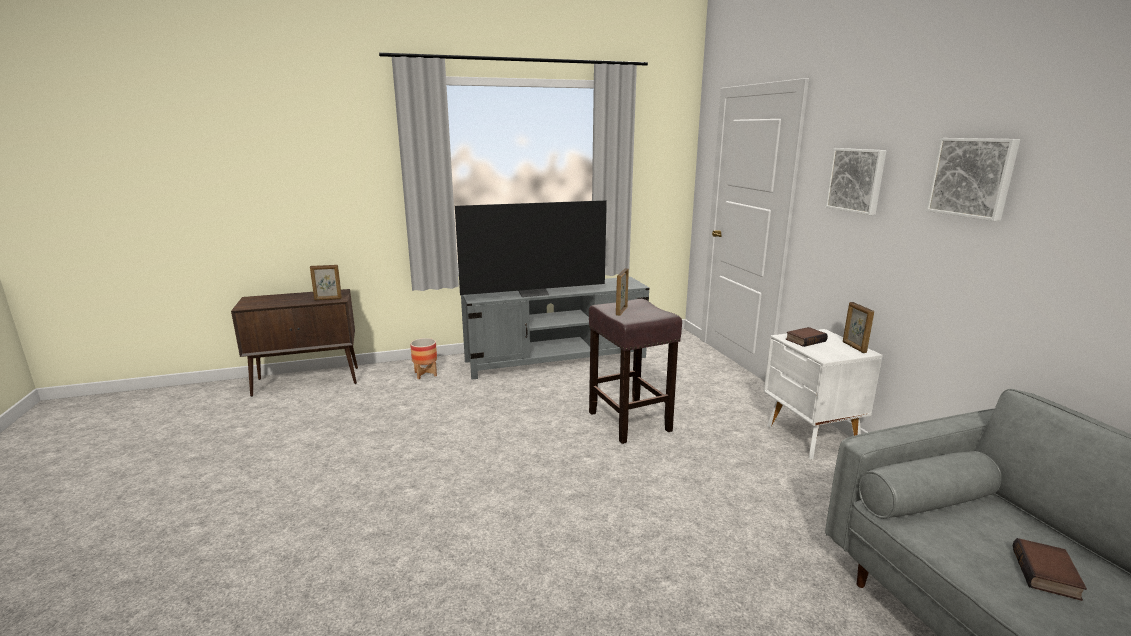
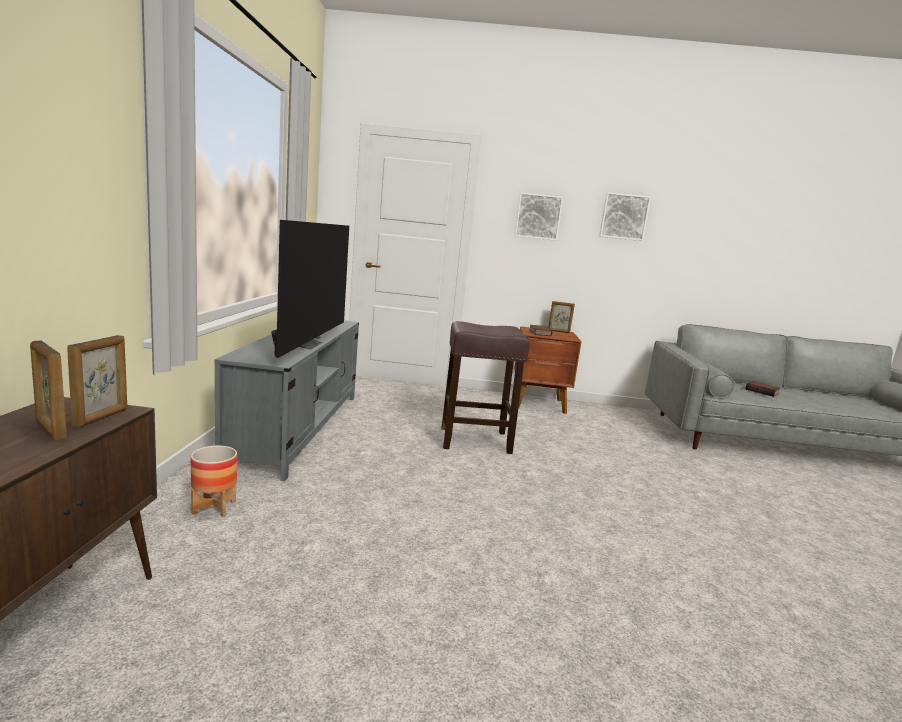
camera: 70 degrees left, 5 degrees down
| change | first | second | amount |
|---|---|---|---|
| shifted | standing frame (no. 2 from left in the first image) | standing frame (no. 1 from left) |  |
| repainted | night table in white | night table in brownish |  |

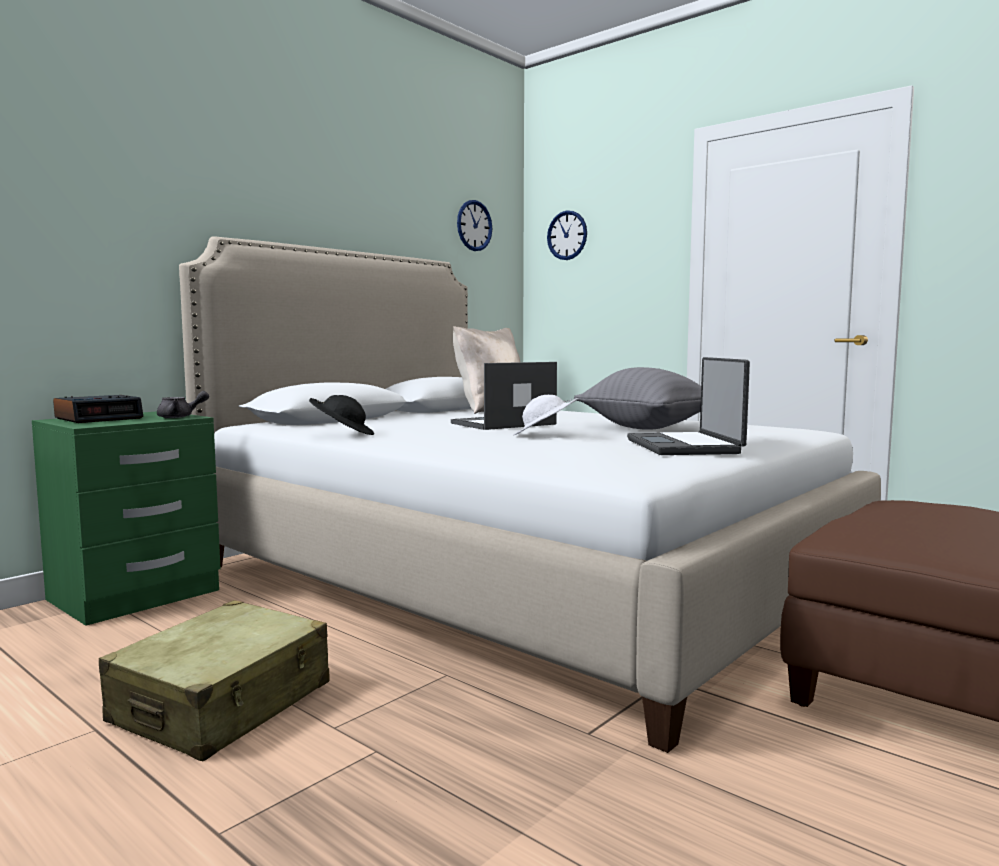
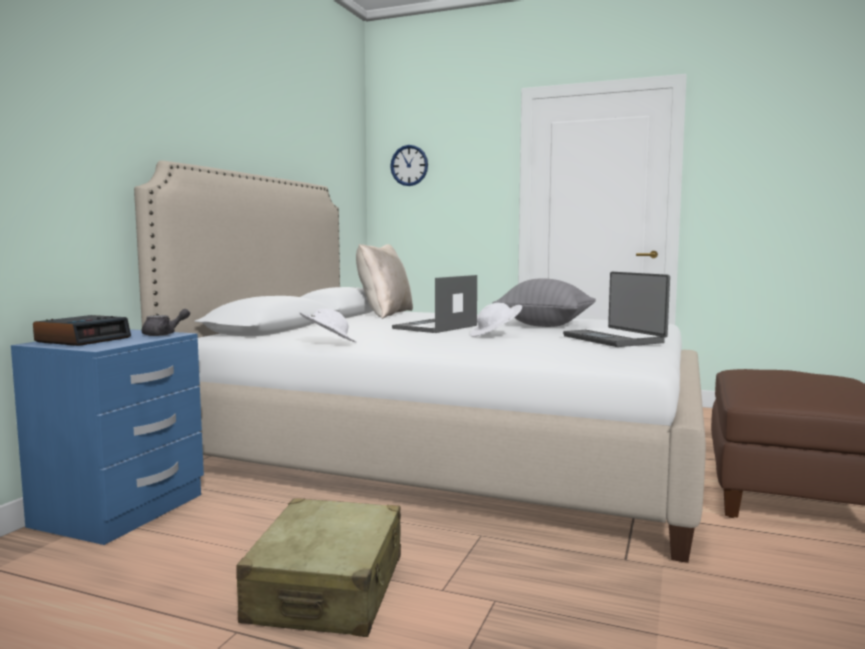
camera: 20 degrees left, 0 degrees up
| change | first | second | amount |
|---|---|---|---|
| gone | wall clock (no. 1 from left) |  |  |
| repainted | hat in black-coloured | hat in white (no. 1 from left) |  |
| repainted | night table in greenish | night table in bluish |  |

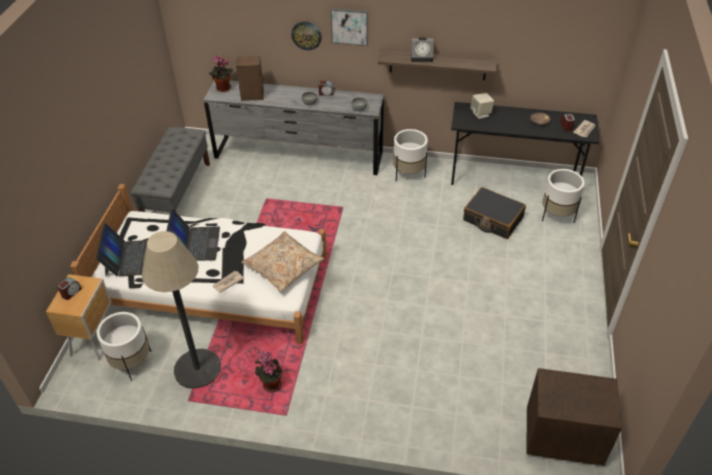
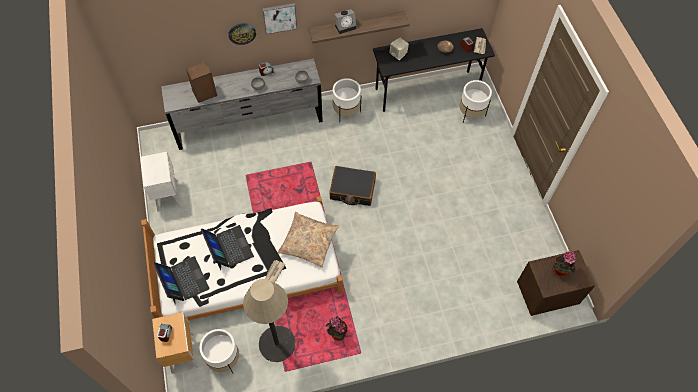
camera: 25 degrees left, 15 degrees up
| change | first | second | amount |
|---|---|---|---|
| shifted | potted plant (no. 1 from left in the first image) | potted plant (no. 2 from left) |  |
| swapped | indoor bench in greyish | night table in white |  |
| shifted | travel case in black-coloured |  |  |

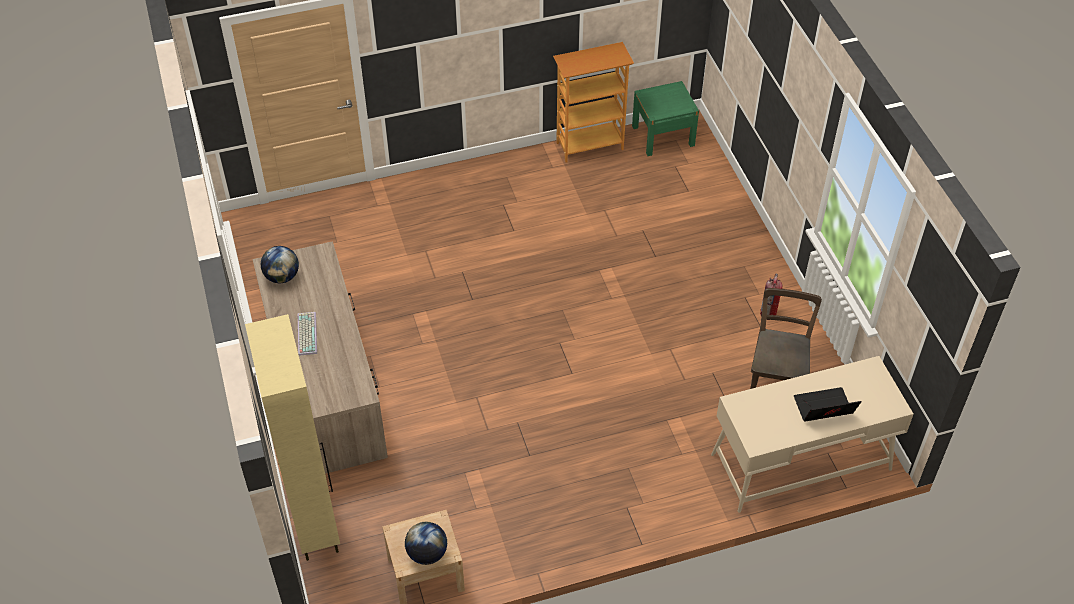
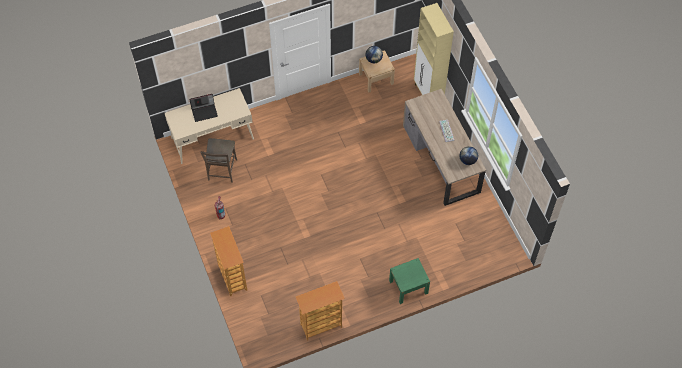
camera: 175 degrees right, 10 degrees up
| change | first | second | amount |
|---|---|---|---|
| shifted | night table in greenish |  |  |
| new |  | bookcase (no. 1 from left) |  |

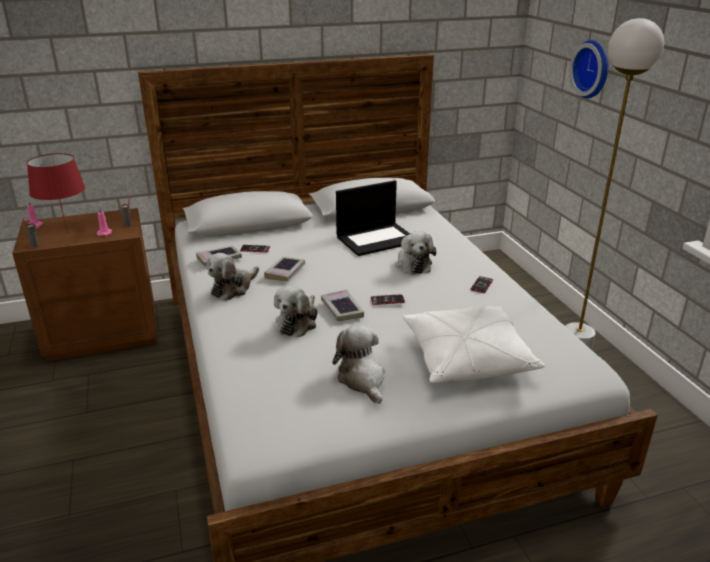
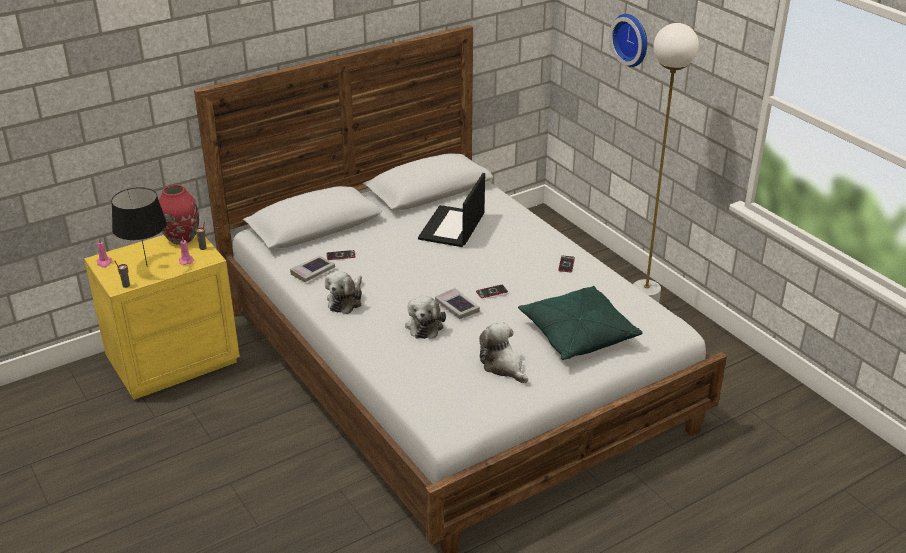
camera: 15 degrees left, 5 degrees up
| change | first | second | amount |
|---|---|---|---|
| repainted | lamp for a table in red | lamp for a table in black-coloured |  |
| rotated | laptop |  | 150 degrees clockwise |
| repainted | night table in brownish | night table in yellow |  |
| gone | soft toy (no. 4 from left) |  |  |
| gone | book (no. 2 from left) |  |  |
| repainted | pillow in white | pillow in greenish |  |
| new |  | vase in red |  |

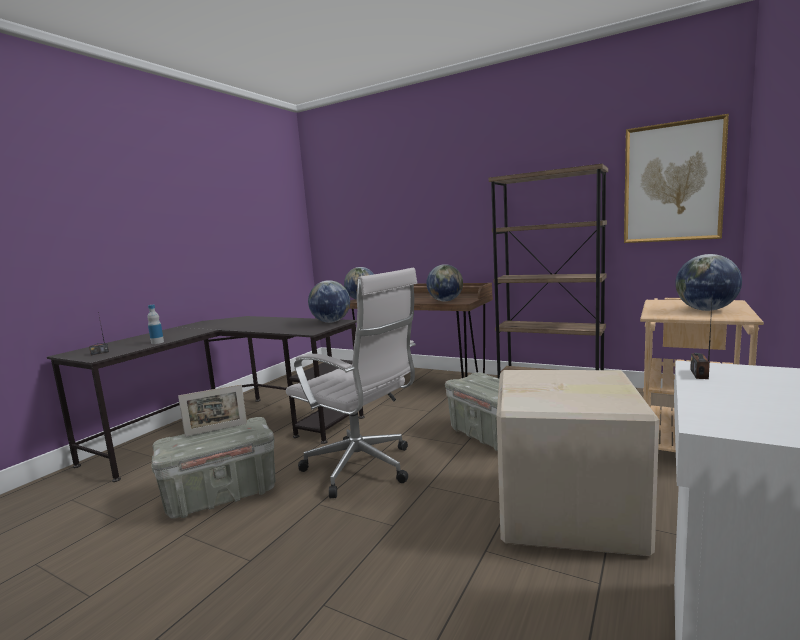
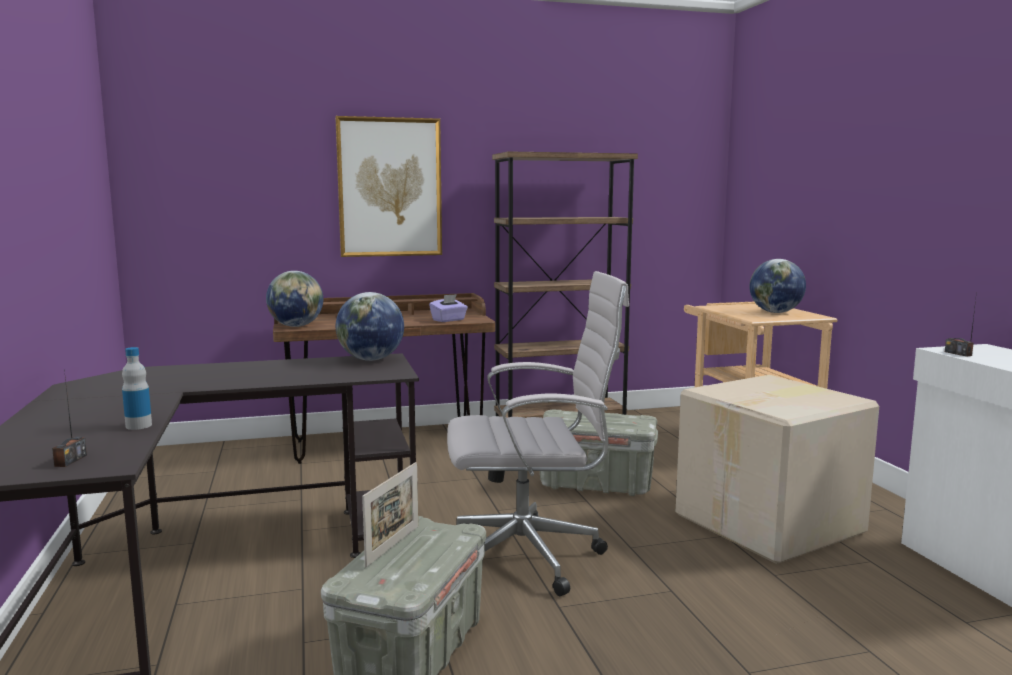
camera: 45 degrees left, 0 degrees up
| change | first | second | amount |
|---|---|---|---|
| shifted | picture |  |  |
| swapped | globe (no. 3 from left) | tissue holder in purple |  |

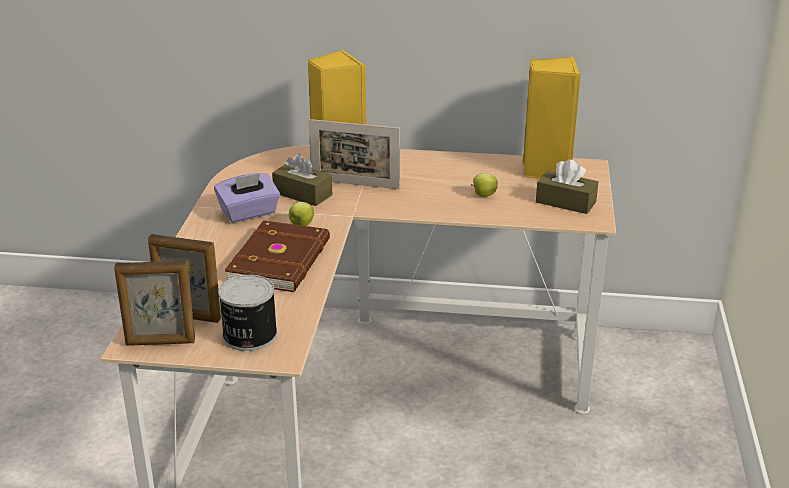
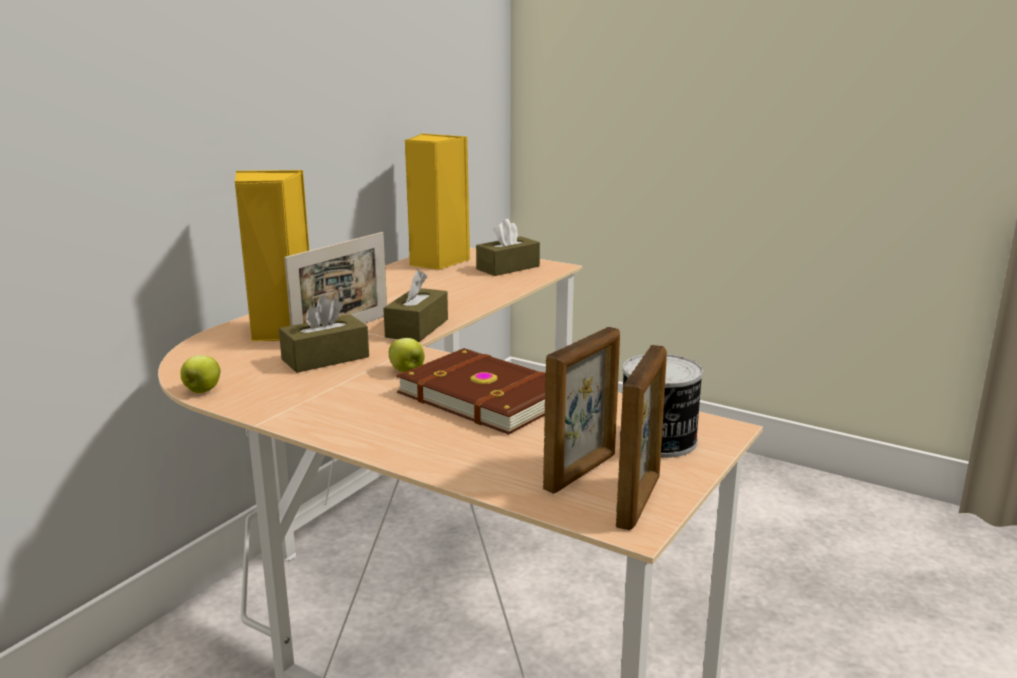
camera: 65 degrees left, 10 degrees down
| change | first | second | amount |
|---|---|---|---|
| gone | tissue holder in purple |  |  |
| shifted | whole apple (no. 2 from left in the first image) | whole apple (no. 1 from left) |  |
| new |  | tissue holder in brownish (no. 2 from left) |  |

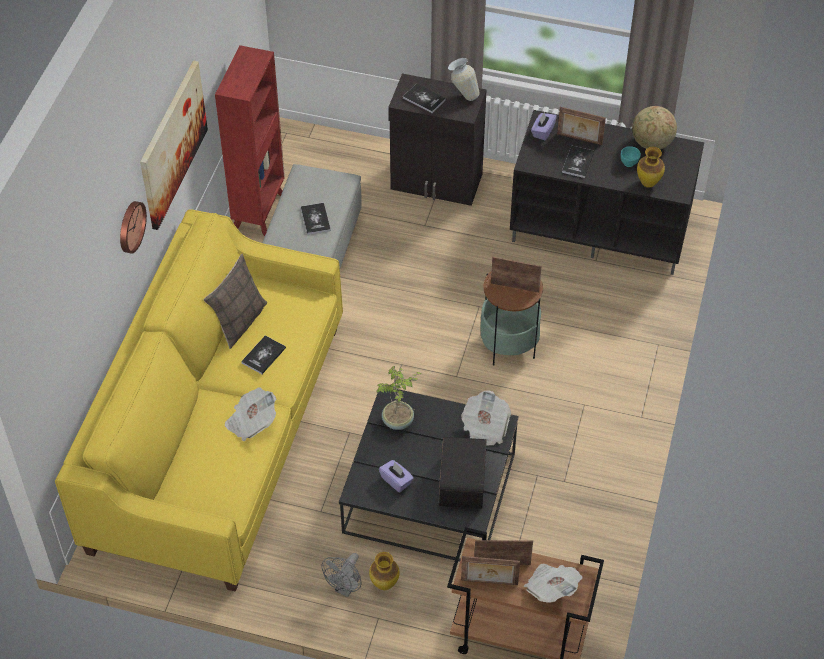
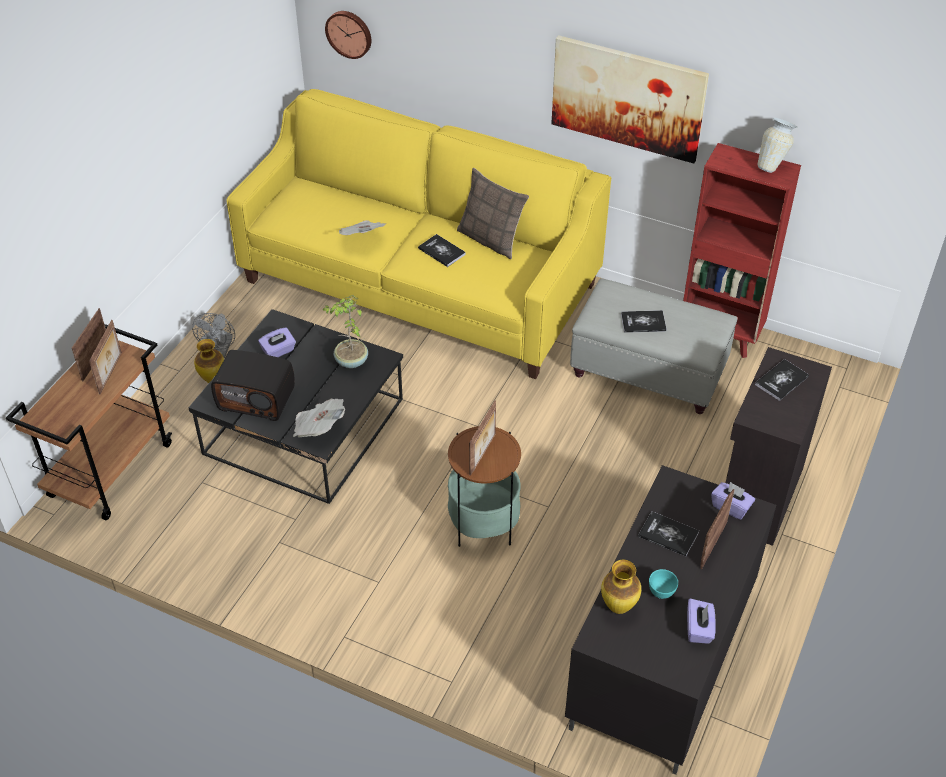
camera: 100 degrees right, 5 degrees down
| change | first | second | amount |
|---|---|---|---|
| shifted | vase (no. 2 from left in the first image) | vase (no. 3 from left) |  |
| swapped | globe | tissue holder in purple (no. 2 from left) |  |
| shifted | wall clock |  |  |
| rotated | fan in greyish |  | 120 degrees counterclockwise |
| gone | printed paper (no. 3 from left) |  |  |

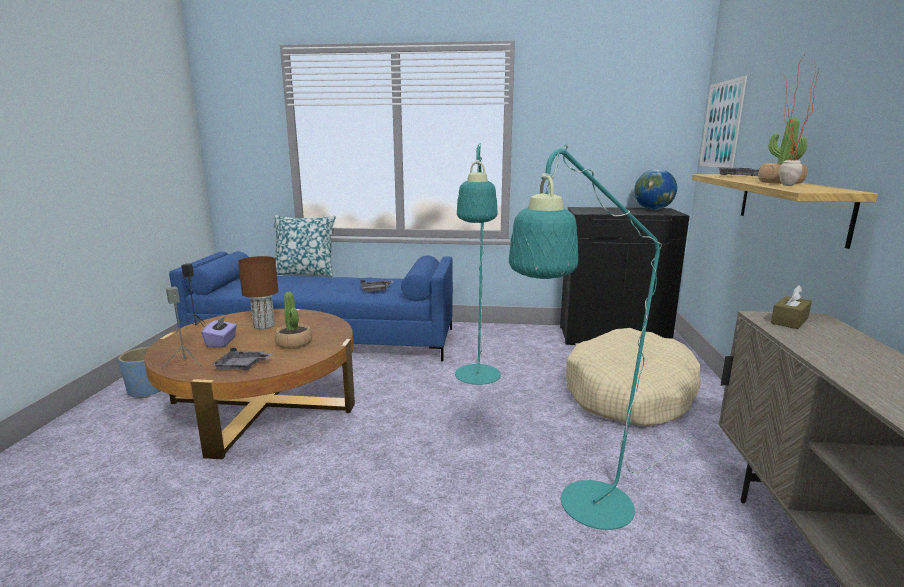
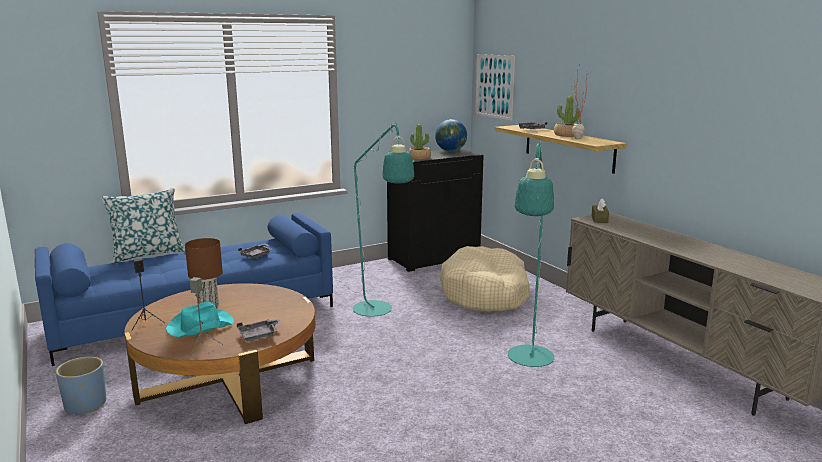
camera: 35 degrees left, 0 degrees up
| change | first | second | amount |
|---|---|---|---|
| shifted | potted plant (no. 1 from left) |  |  |
| swapped | tissue holder in purple | hat in turquoise |  |

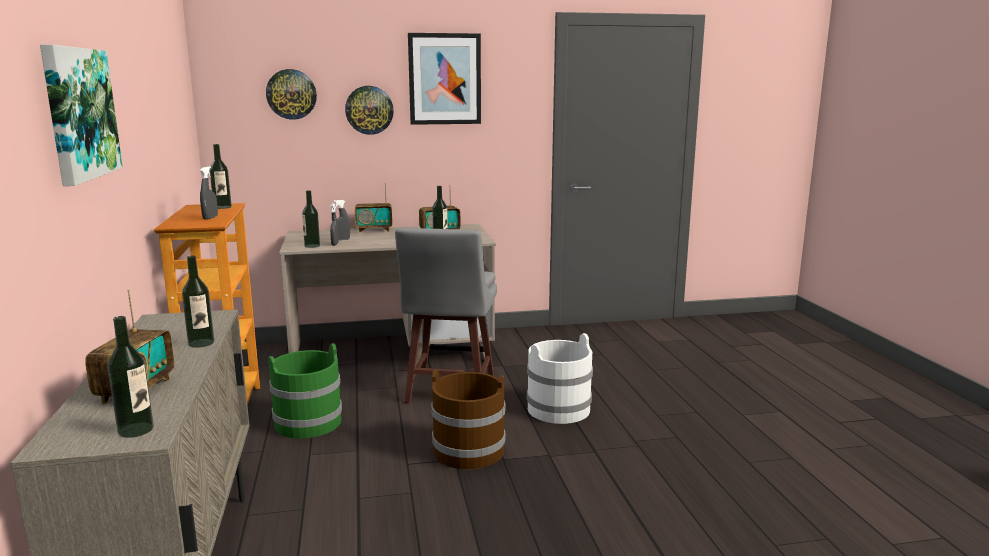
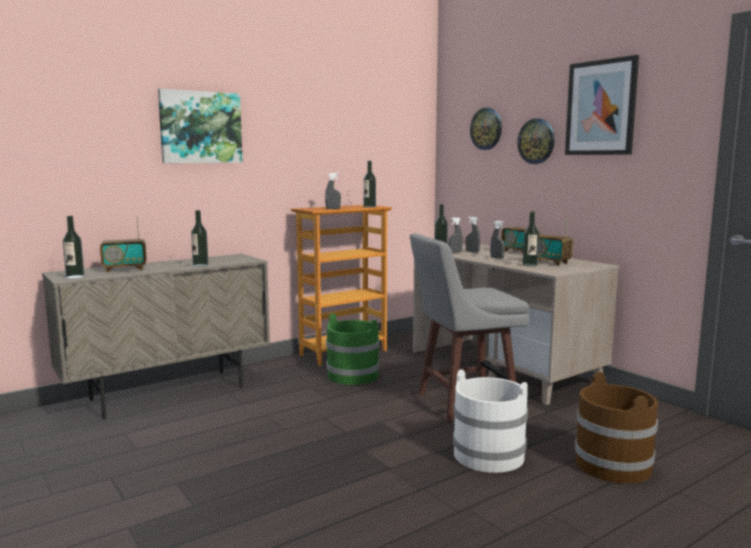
camera: 65 degrees right, 5 degrees down
| change | first | second | amount |
|---|---|---|---|
| shifted | water bucket in brownish |  |  |
| new |  | hand sprayer in greyish (no. 4 from left) |  |

